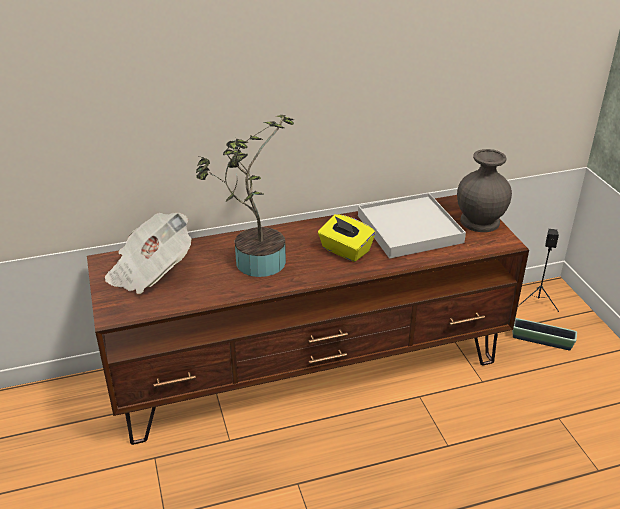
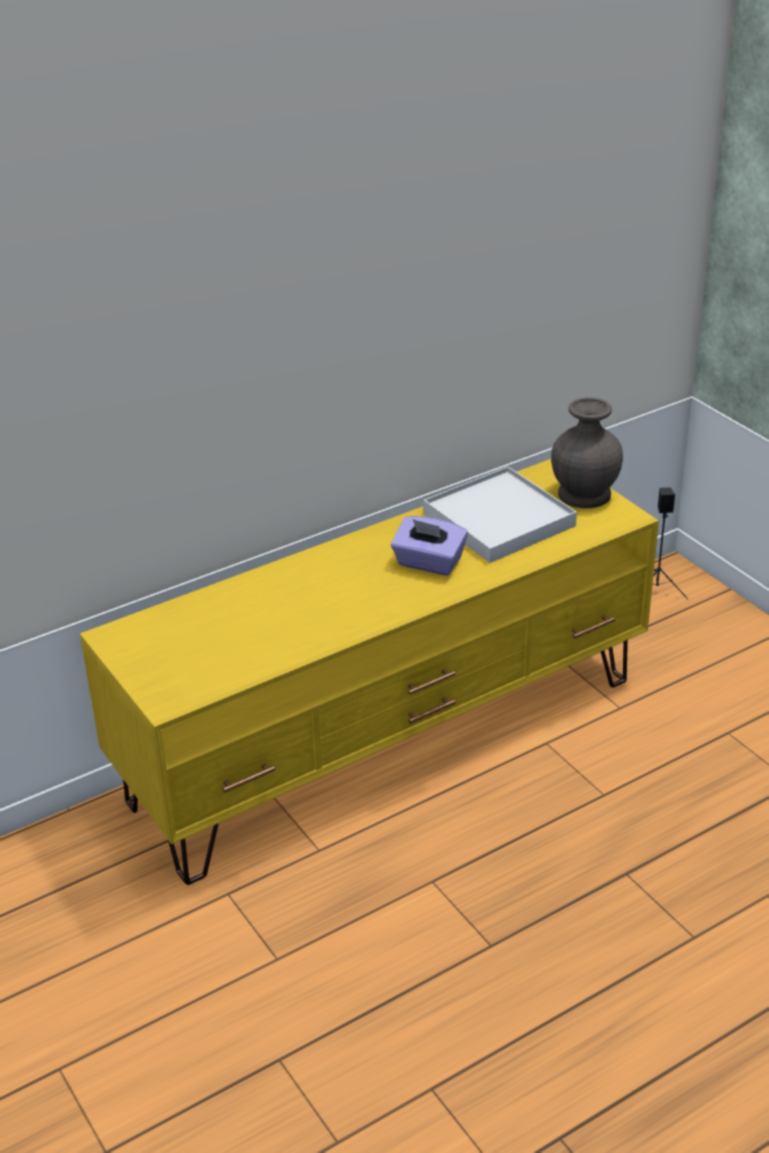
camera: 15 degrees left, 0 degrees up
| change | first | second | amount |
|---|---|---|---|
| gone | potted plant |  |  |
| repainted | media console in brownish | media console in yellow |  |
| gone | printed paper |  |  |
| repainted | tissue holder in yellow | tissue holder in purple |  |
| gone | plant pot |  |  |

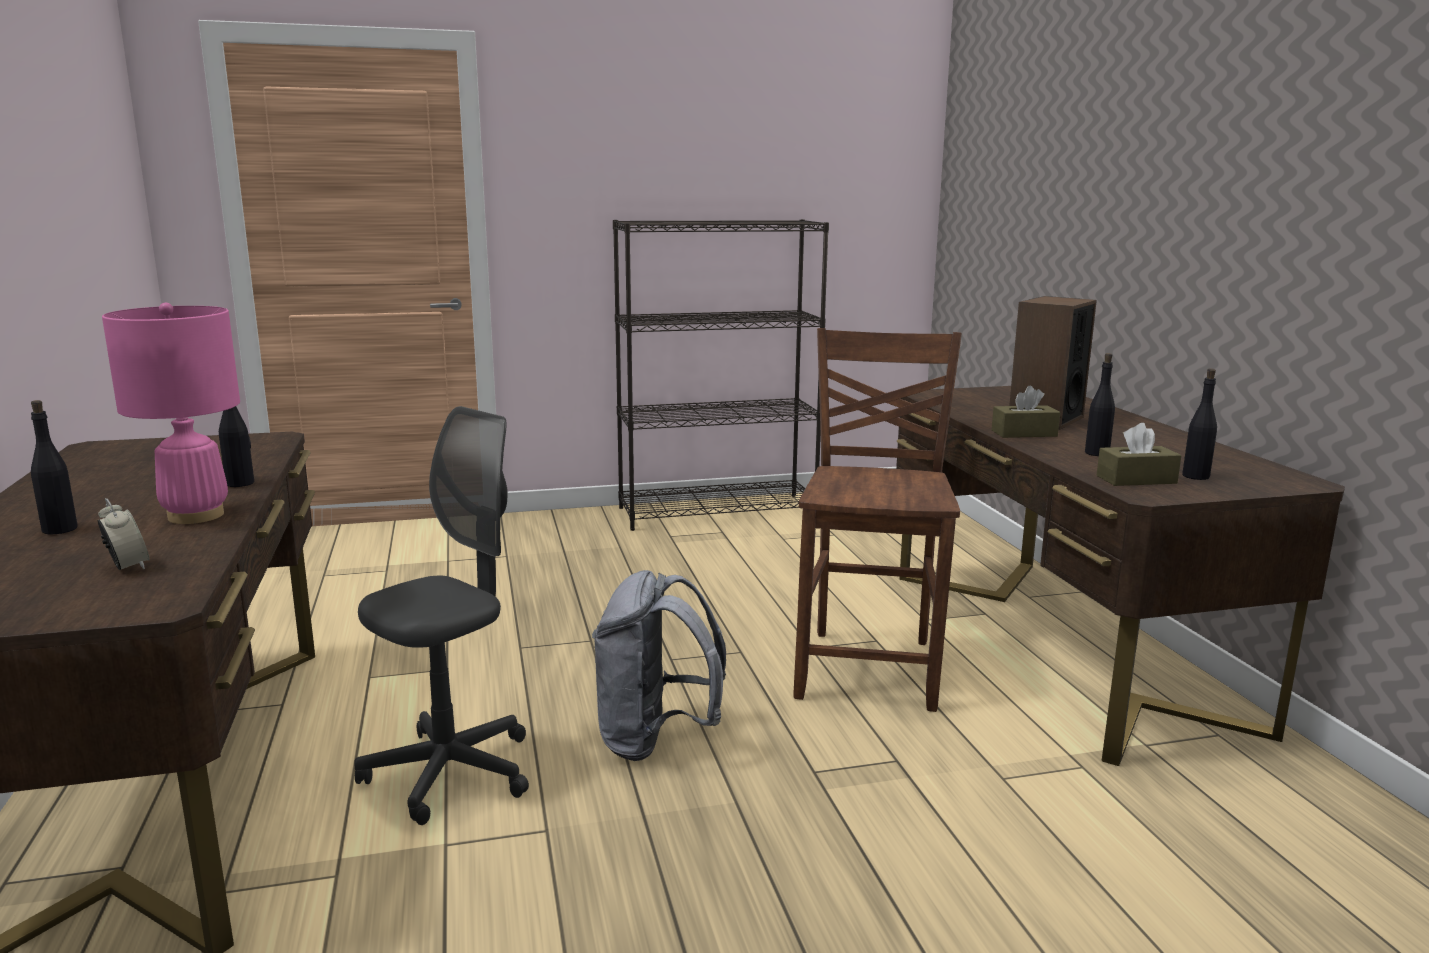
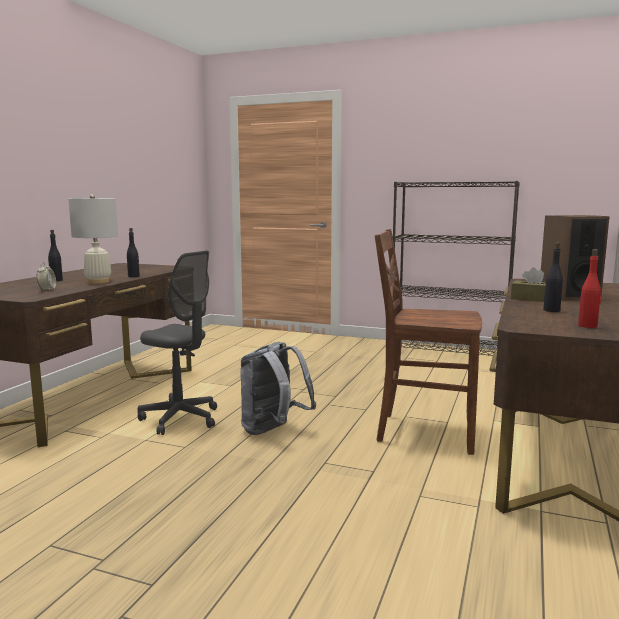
camera: 35 degrees right, 5 degrees down
| change | first | second | amount |
|---|---|---|---|
| repainted | lamp for a table in pink | lamp for a table in white |  |
| rotated | plain chair in brownish |  | 120 degrees counterclockwise |
| repainted | drink bottle in black-coloured (no. 4 from left) | drink bottle in red |  |
| rotated | office chair in greyish |  | 45 degrees clockwise |
| gone | tissue holder in brownish (no. 2 from left) |  |  |

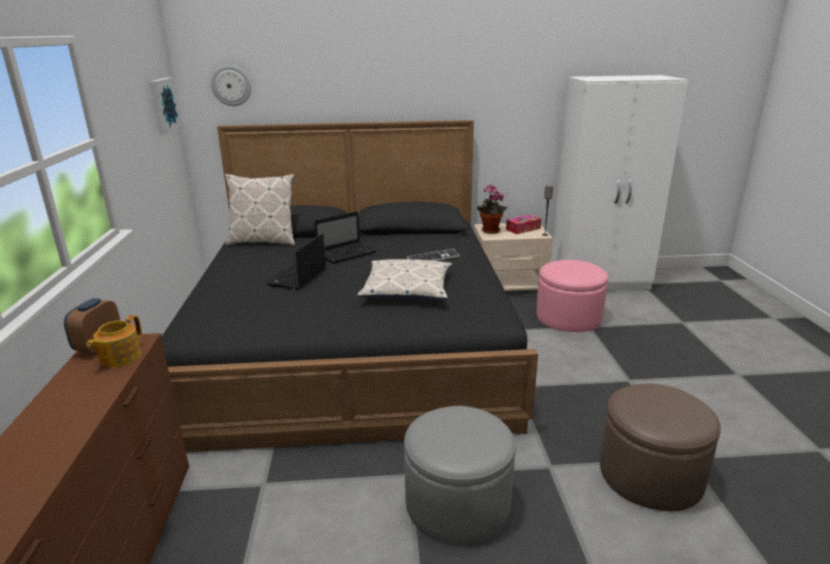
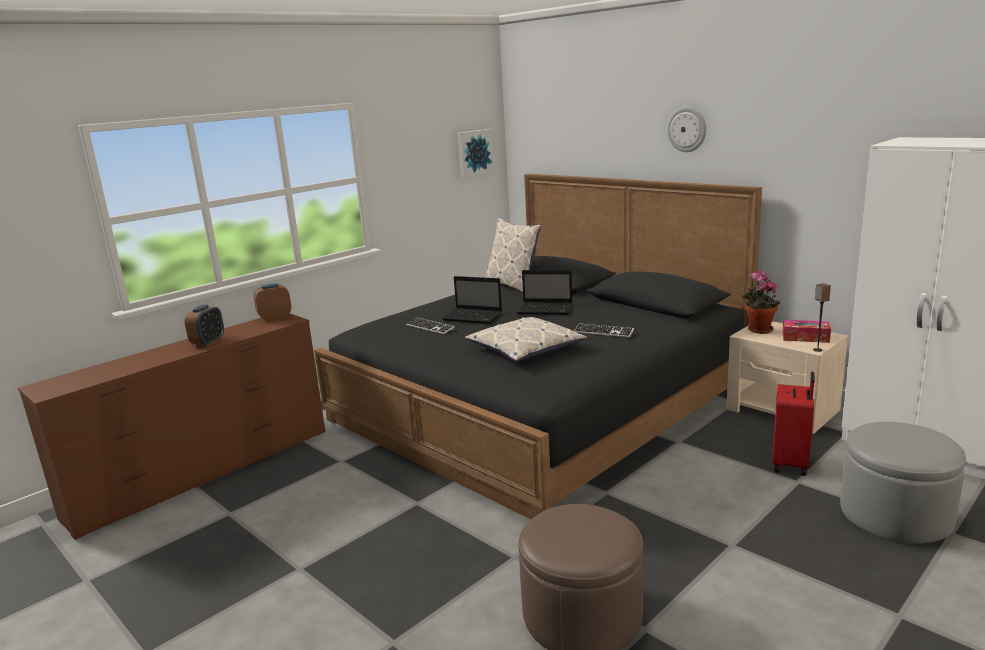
camera: 50 degrees right, 5 degrees down
| change | first | second | amount |
|---|---|---|---|
| shifted | wall clock |  |  |
| rotated | laptop (no. 1 from left) |  | 135 degrees counterclockwise |
| swapped | pouffe in pink | travel case in red |  |
| gone | pot for tea |  |  |
| shifted | pouffe in greyish |  |  |
| new |  | bedside clock (no. 1 from left) |  |
| new |  | keyboard (no. 1 from left) |  |

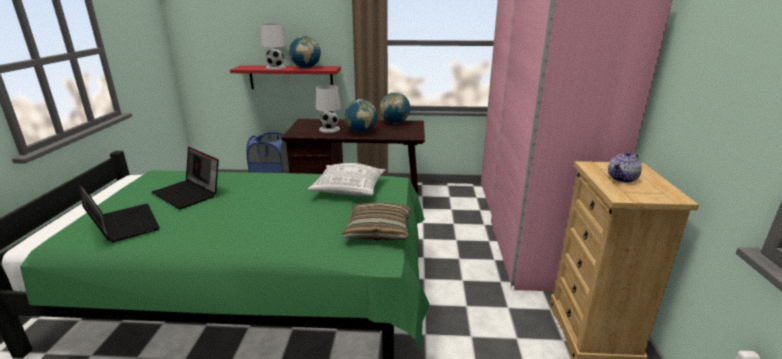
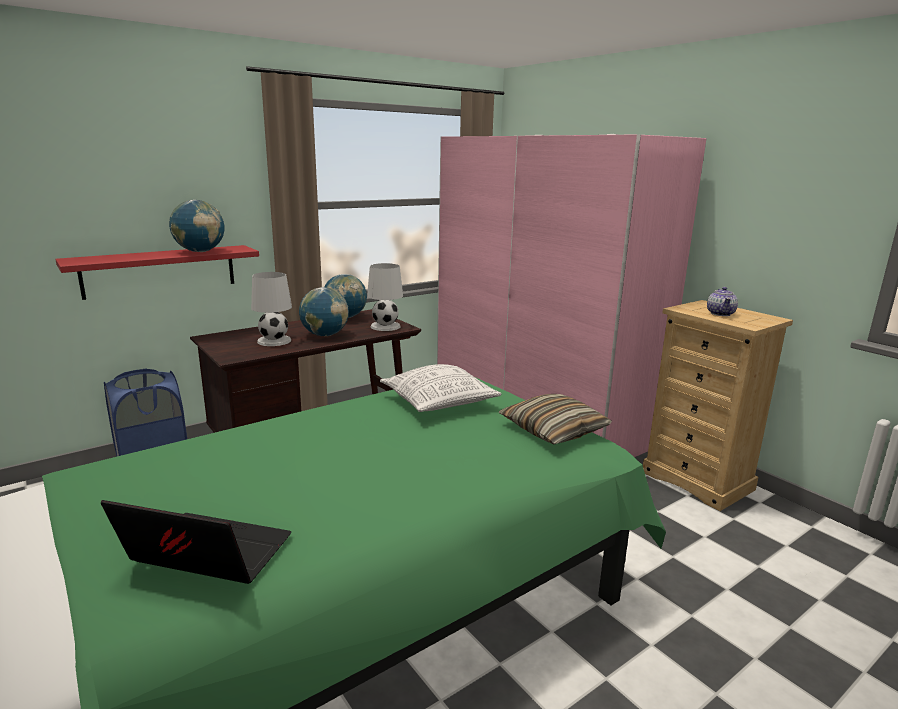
camera: 40 degrees left, 5 degrees down
| change | first | second | amount |
|---|---|---|---|
| shifted | lamp for a table in white (no. 1 from left in the first image) | lamp for a table in white (no. 2 from left) |  |
| gone | laptop (no. 2 from left) |  |  |

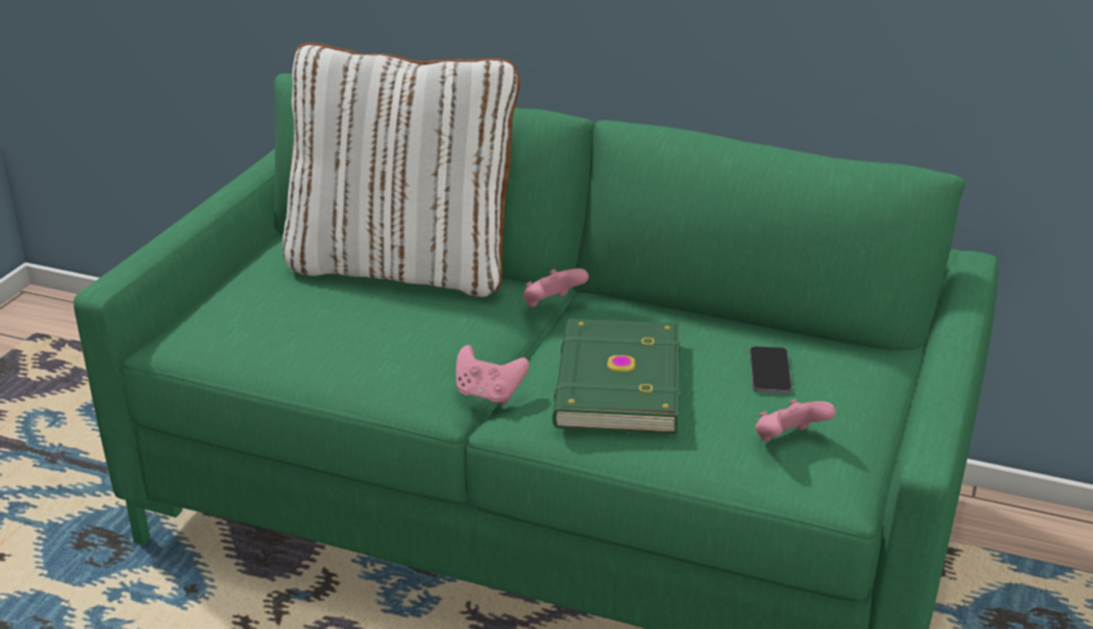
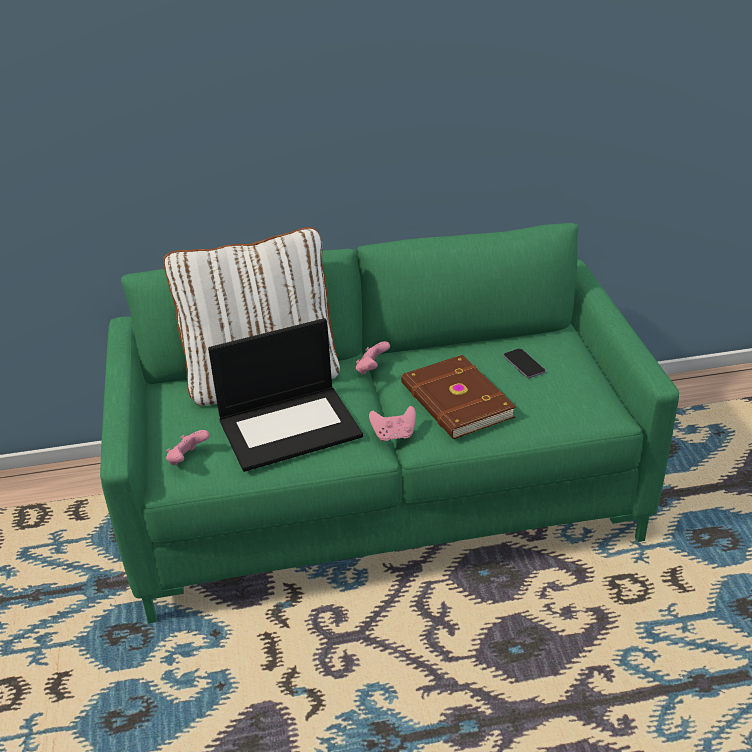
camera: 30 degrees left, 5 degrees up
| change | first | second | amount |
|---|---|---|---|
| repainted | book in greenish | book in brownish |  |
| shifted | gamepad in pink (no. 3 from left in the first image) | gamepad in pink (no. 1 from left) |  |
| new |  | laptop |  |

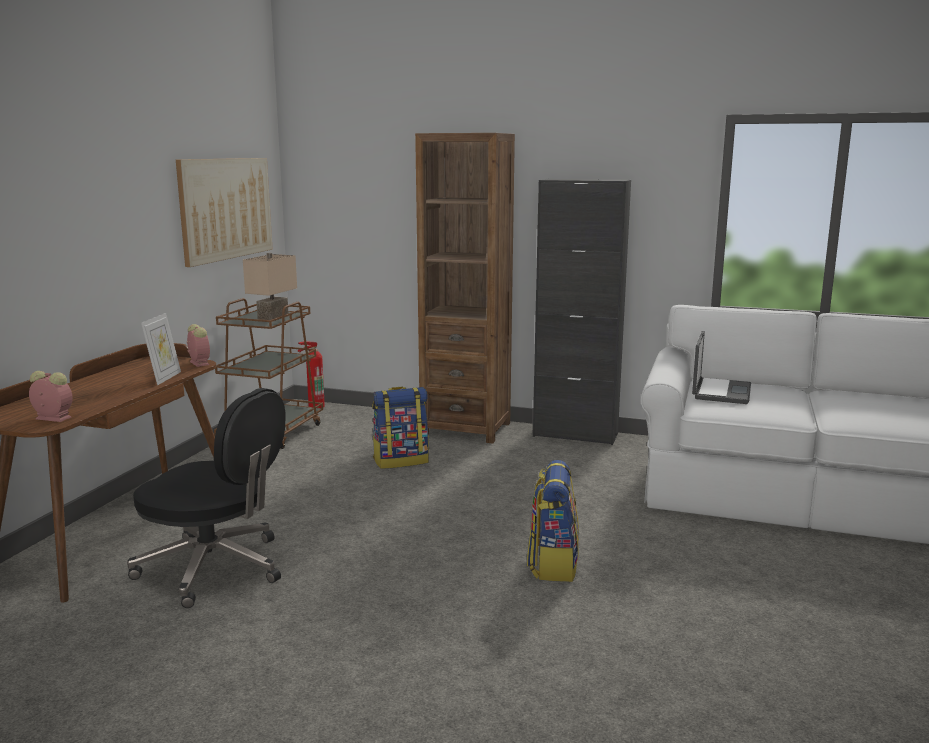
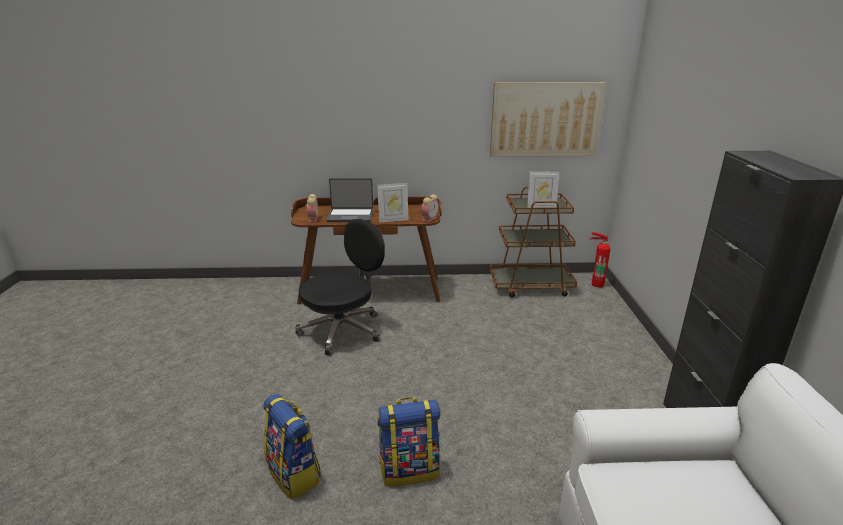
camera: 70 degrees right, 10 degrees up
| change | first | second | amount |
|---|---|---|---|
| gone | bookcase in brownish |  |  |
| swapped | lamp for a table in beige | standing frame (no. 2 from left) |  |
| shifted | laptop |  |  |
| shifted | backpack (no. 1 from left) |  |  |
| rotated | office chair in black-coloured |  | 135 degrees counterclockwise |

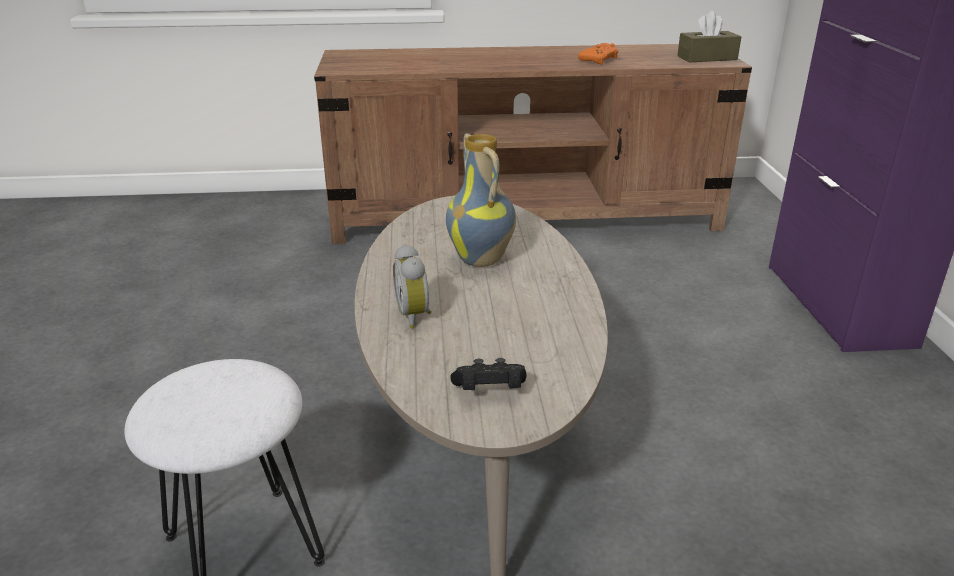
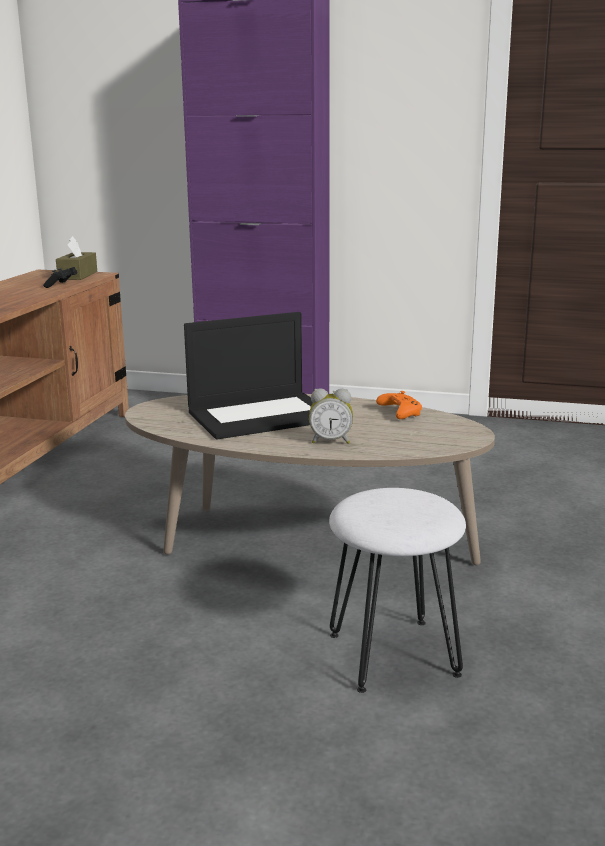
camera: 70 degrees left, 10 degrees down
| change | first | second | amount |
|---|---|---|---|
| shifted | gamepad in orangey |  |  |
| swapped | vase | laptop |  |
| shifted | gamepad in black-coloured |  |  |

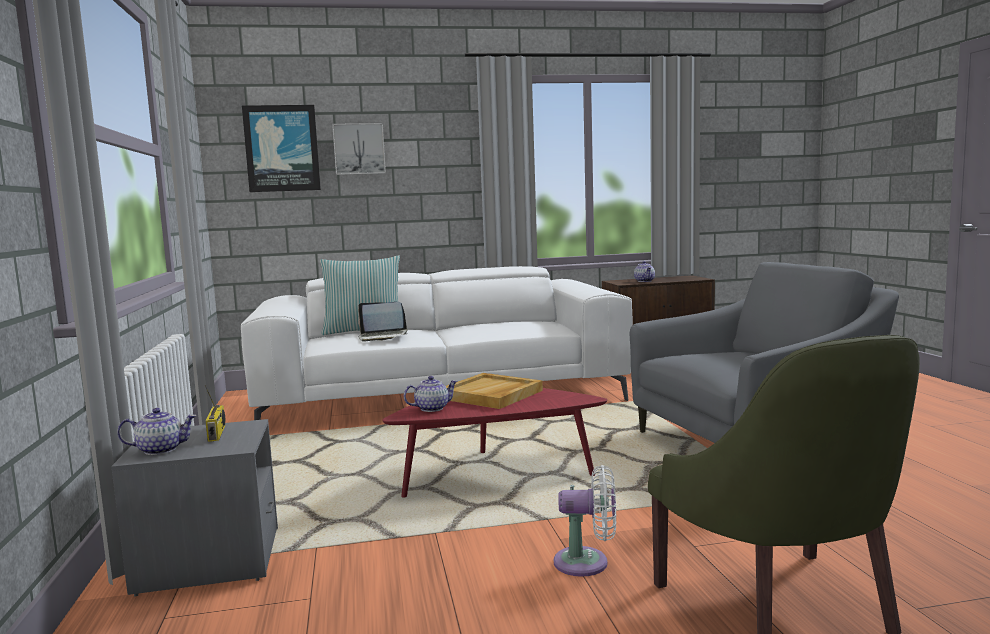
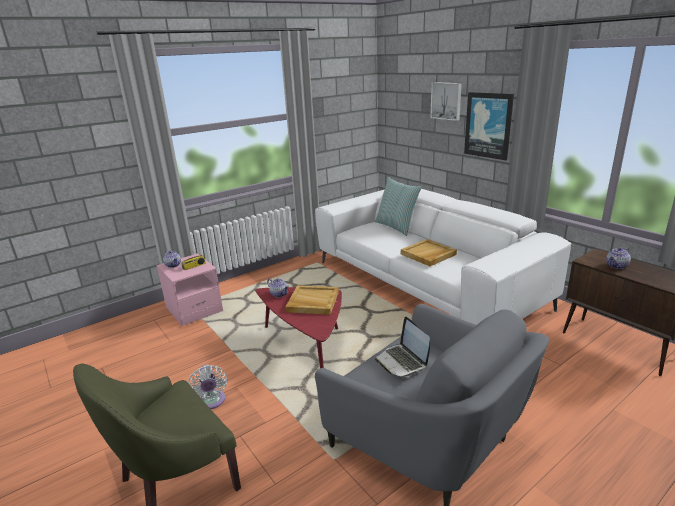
camera: 65 degrees right, 15 degrees up
| change | first | second | amount |
|---|---|---|---|
| shifted | picture (no. 1 from left in the first image) | picture (no. 2 from left) |  |
| shifted | laptop |  |  |
| repainted | night table in greyish | night table in pink |  |
| new |  | carrying tray in beige (no. 2 from left) |  |

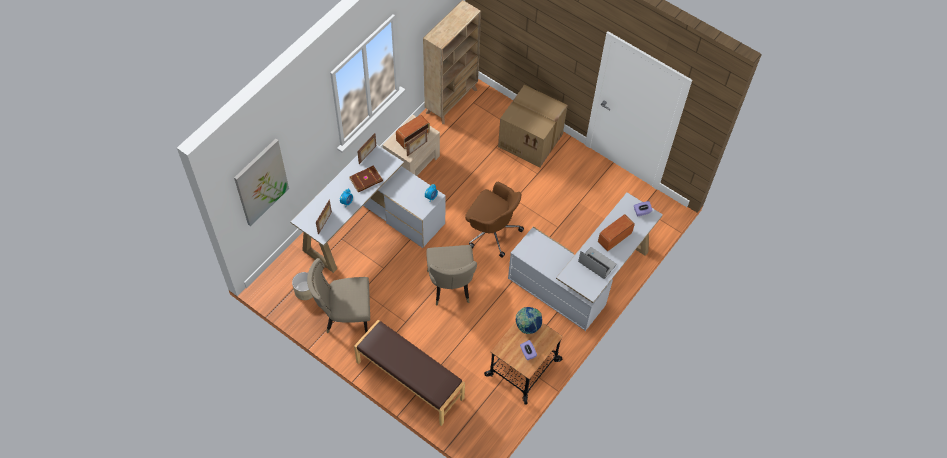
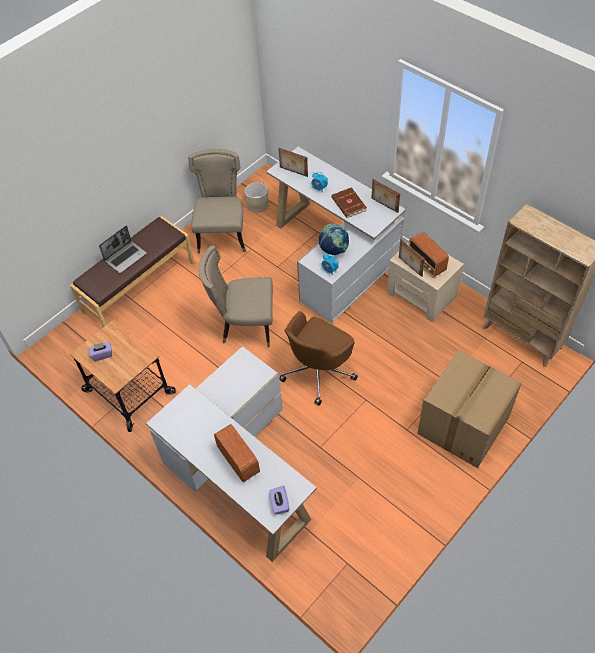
camera: 100 degrees right, 5 degrees down
| change | first | second | amount |
|---|---|---|---|
| gone | picture |  |  |
| shifted | laptop |  |  |
| shifted | globe |  |  |

